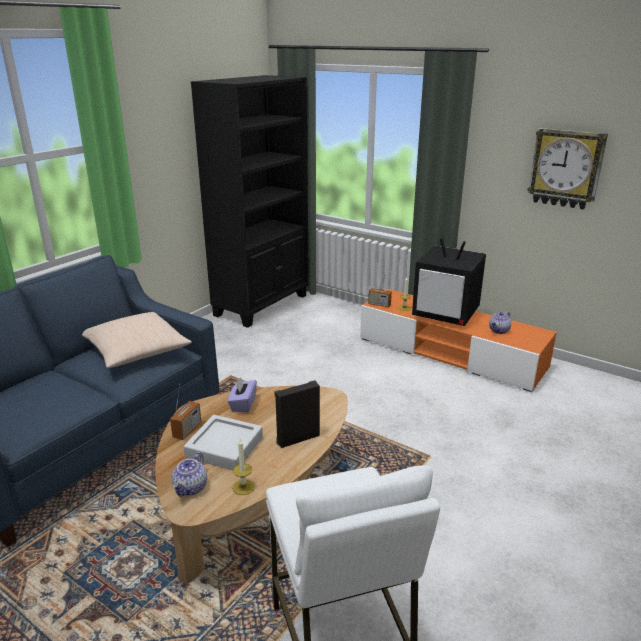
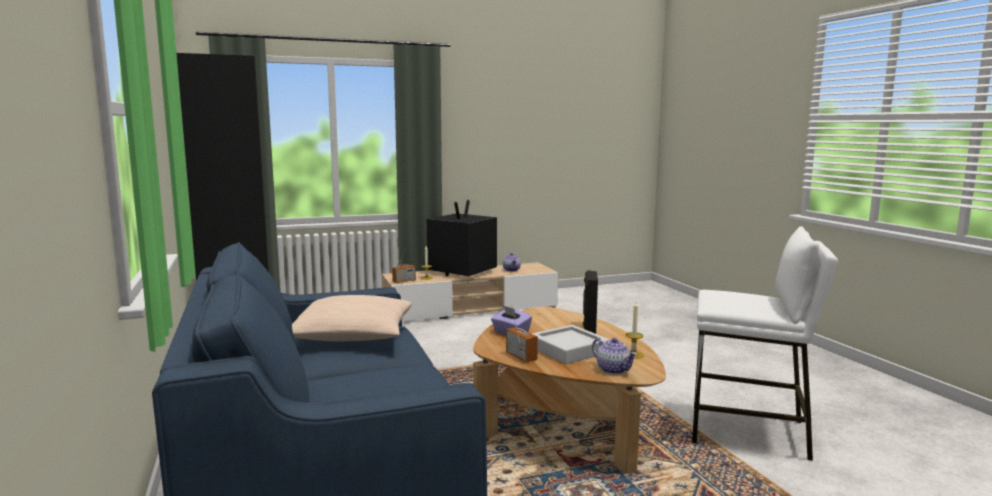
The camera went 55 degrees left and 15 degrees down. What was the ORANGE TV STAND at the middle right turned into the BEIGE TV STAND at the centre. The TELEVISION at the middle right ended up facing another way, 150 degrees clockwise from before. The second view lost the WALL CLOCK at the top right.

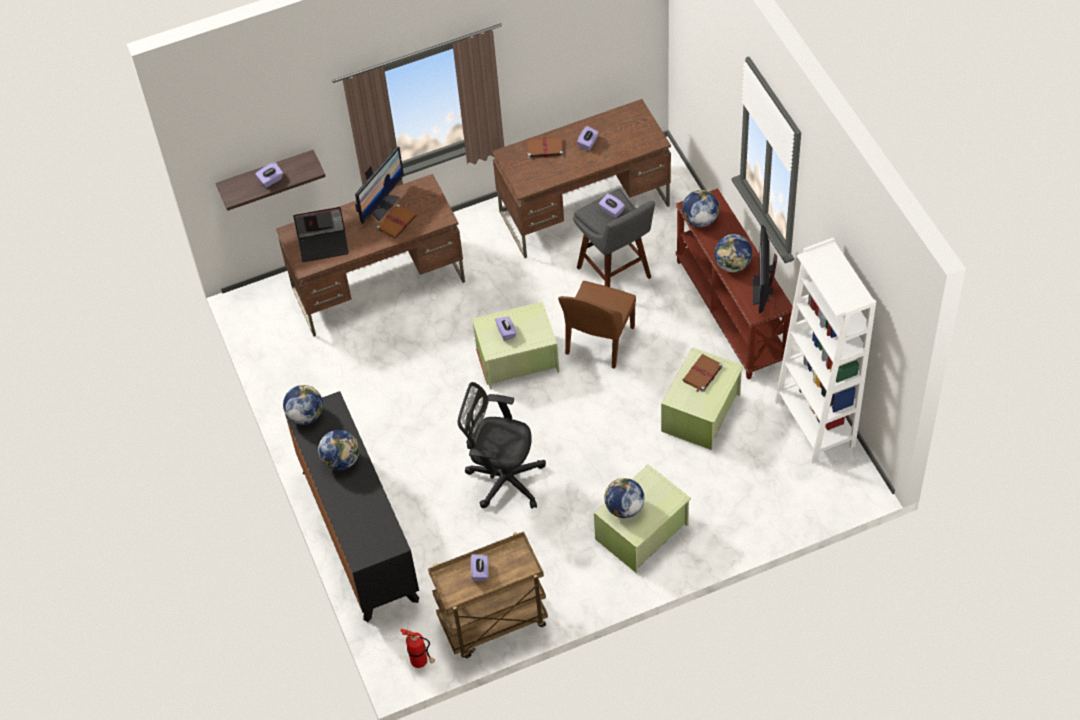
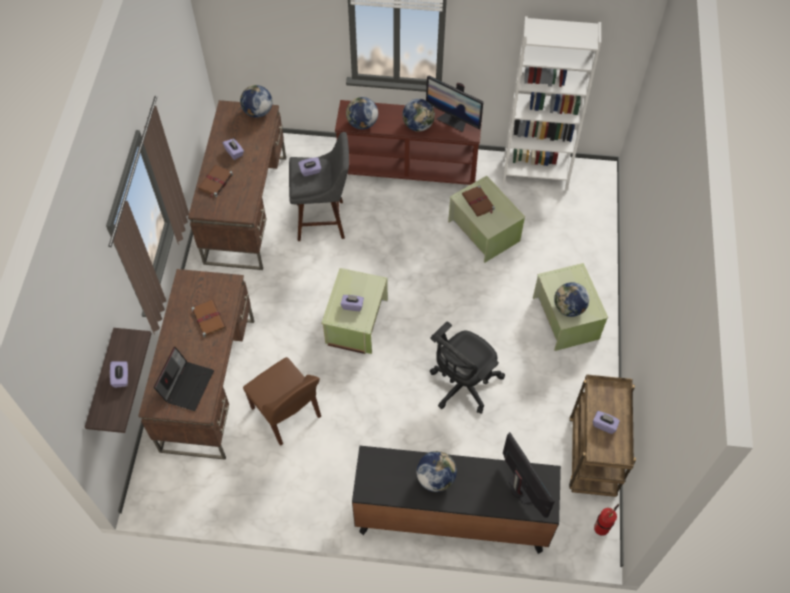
The camera went 65 degrees left and 5 degrees up. The GLOBE (1st from left) ended up elsewhere, having gone from the middle left to the top left. The MONITOR (1st from left in the first image) ended up elsewhere, having gone from the top centre to the bottom right. The BROWN CHAIR ended up elsewhere, having gone from the centre to the bottom centre.

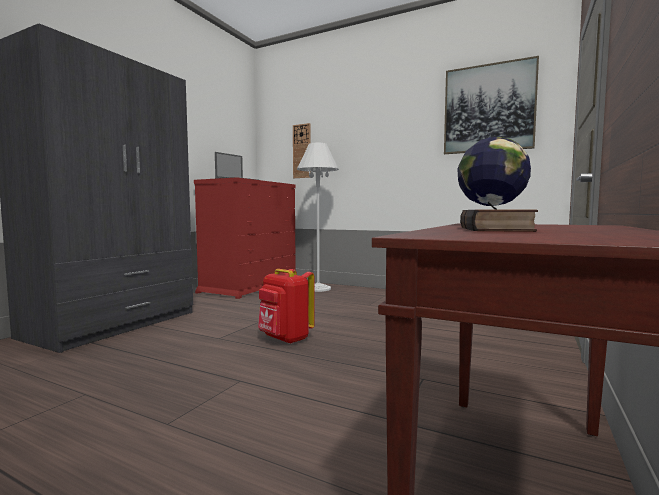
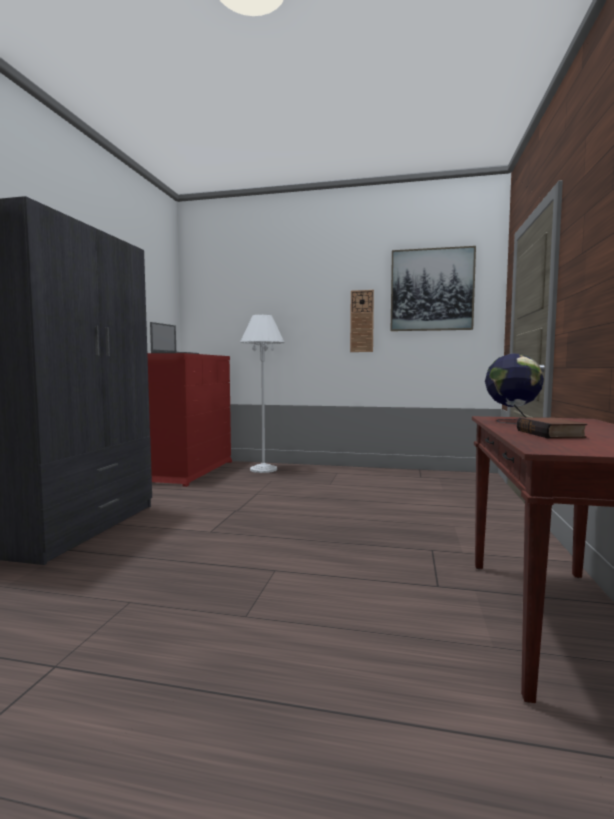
The camera went 15 degrees left and 0 degrees up. The second view lost the RED BACKPACK at the centre. The WALL CLOCK ended up elsewhere, having gone from the top centre to the centre.

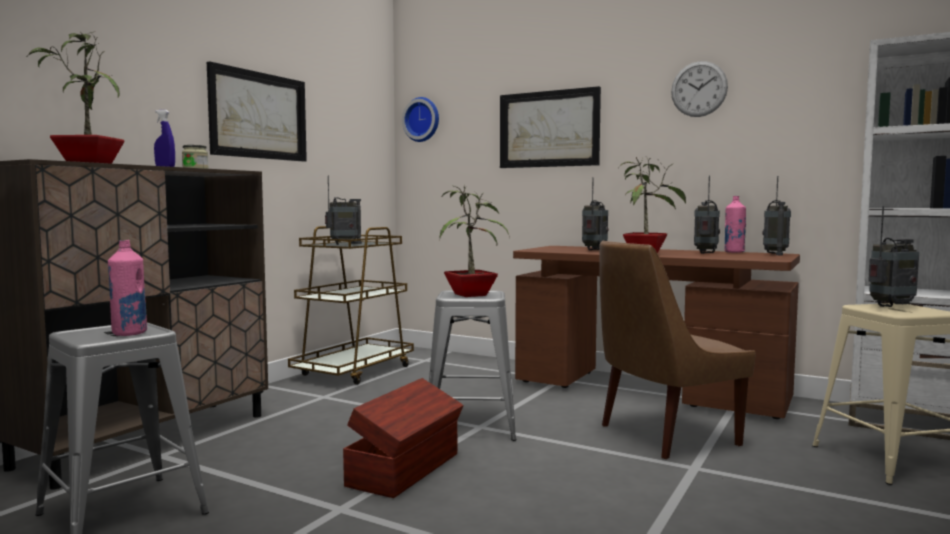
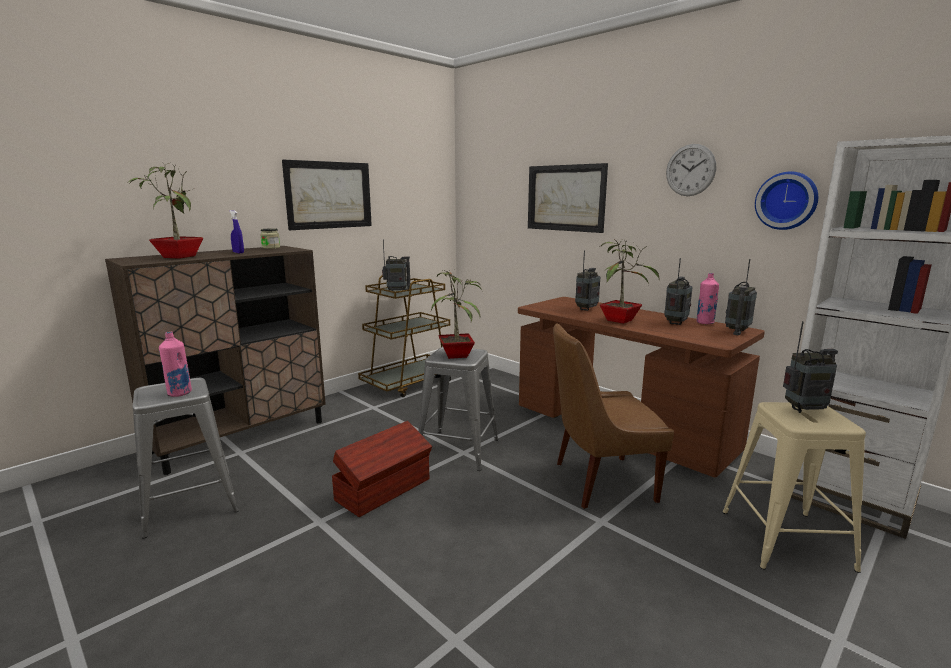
The camera went 15 degrees right and 10 degrees up. The WALL CLOCK (1st from left in the first image) ended up elsewhere, having gone from the top centre to the top right.

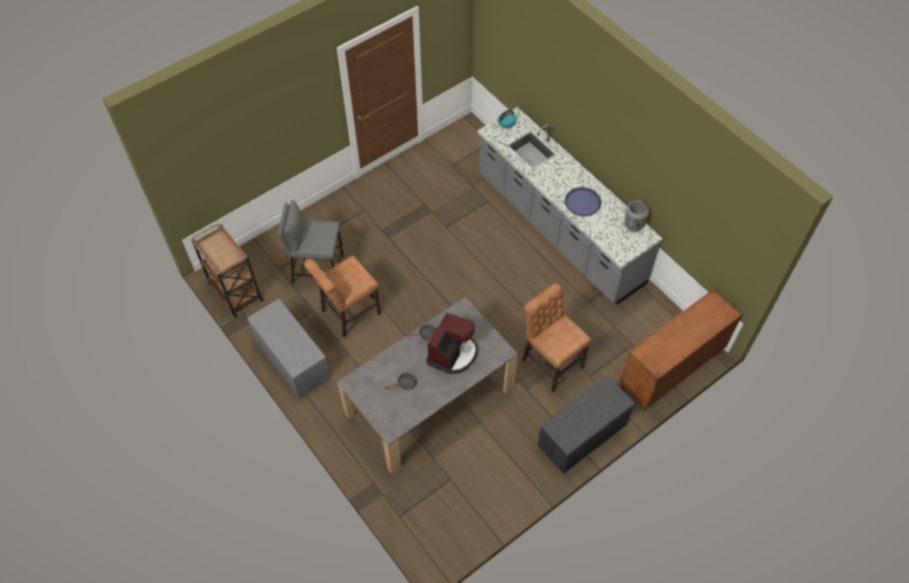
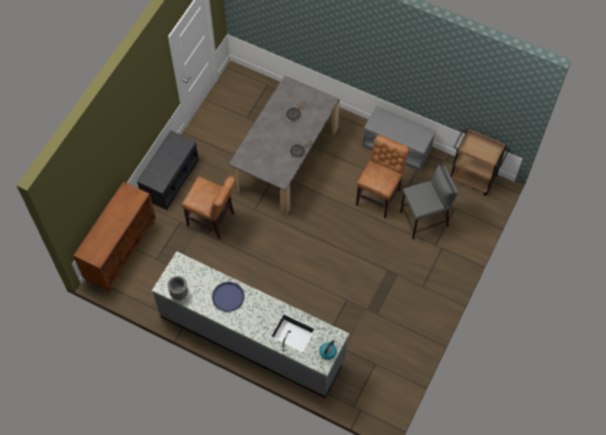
The camera went 155 degrees right and 5 degrees up. The second view lost the COFFEE MACHINE at the centre.

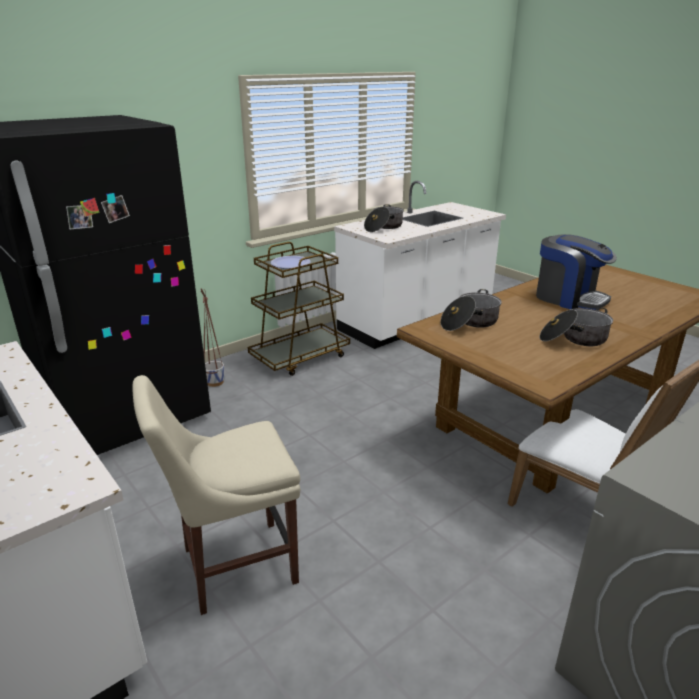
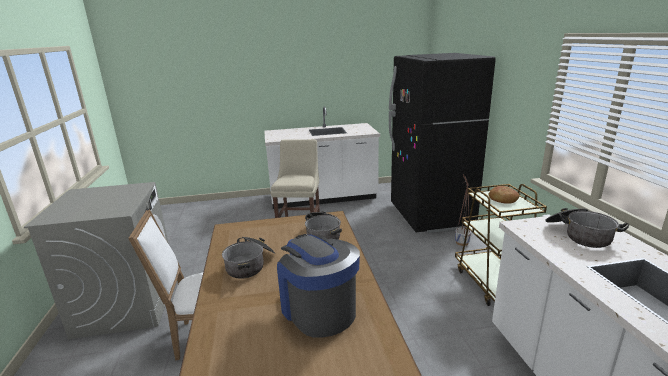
The camera went 120 degrees right and 5 degrees down. Where the PLATE stood at the centre, the BREAD came to stand at the middle right. The COFFEE MACHINE at the middle right ended up facing another way, 75 degrees clockwise from before.

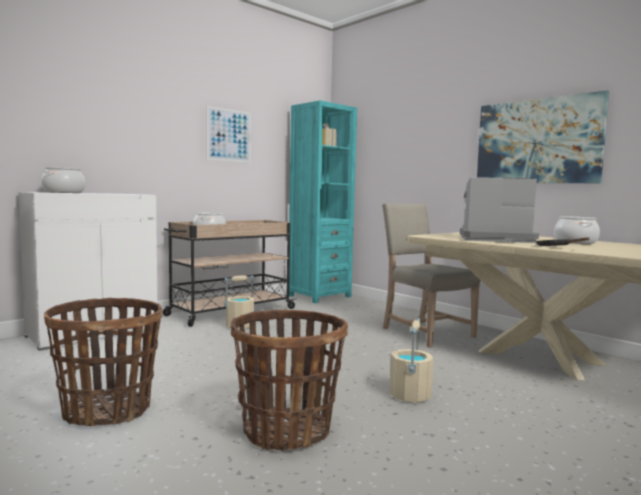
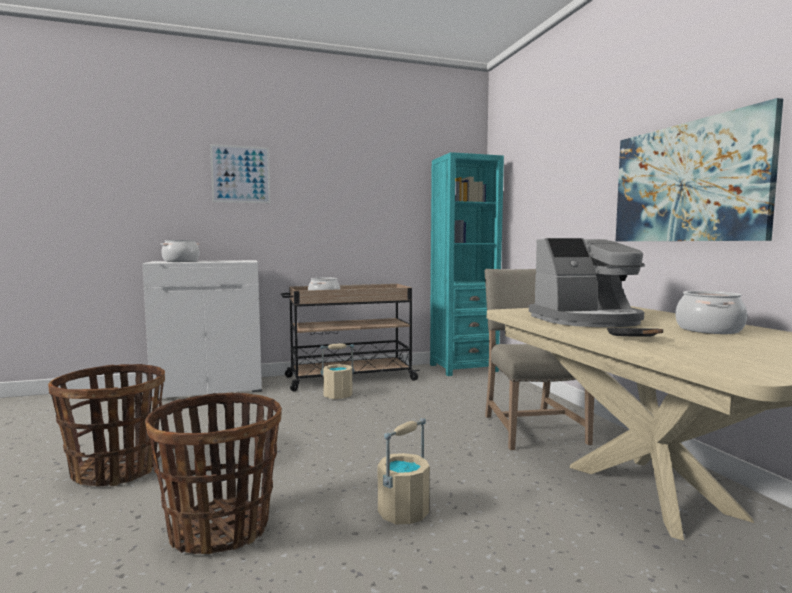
The camera went 25 degrees right and 0 degrees up. The PICTURE (1st from left) ended up elsewhere, having gone from the top centre to the top left. The COFFEE MACHINE at the middle right ended up facing another way, 135 degrees clockwise from before.

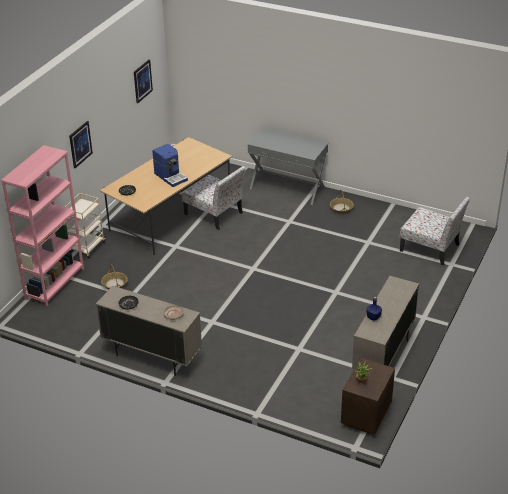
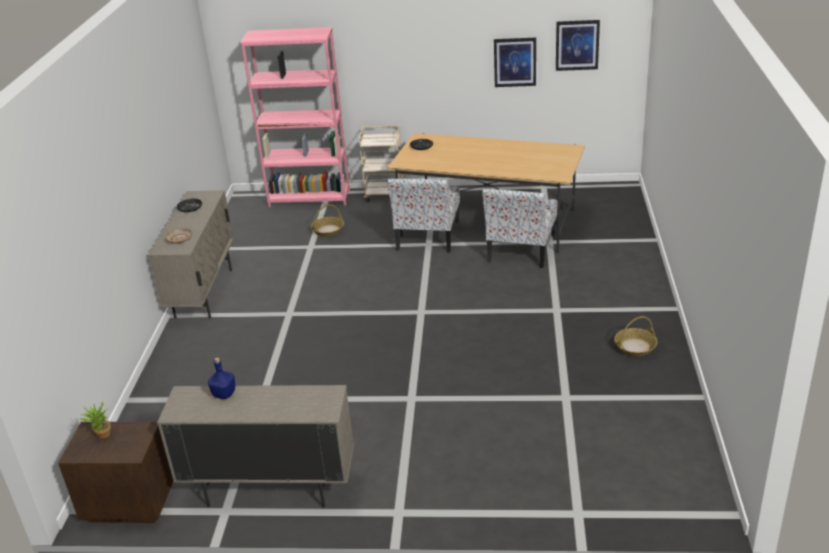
The camera went 70 degrees right and 5 degrees down. The PICTURE (1st from left) ended up elsewhere, having gone from the top left to the top centre. The second view lost the COFFEE MACHINE at the centre. The second view lost the GREY CONSOLE TABLE at the centre. The CHAIR (2nd from left in the first image) ended up elsewhere, having gone from the middle right to the centre.

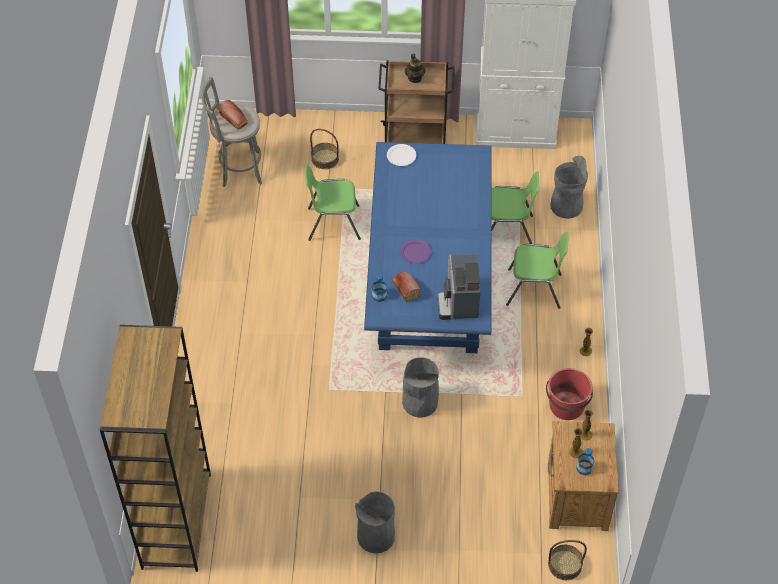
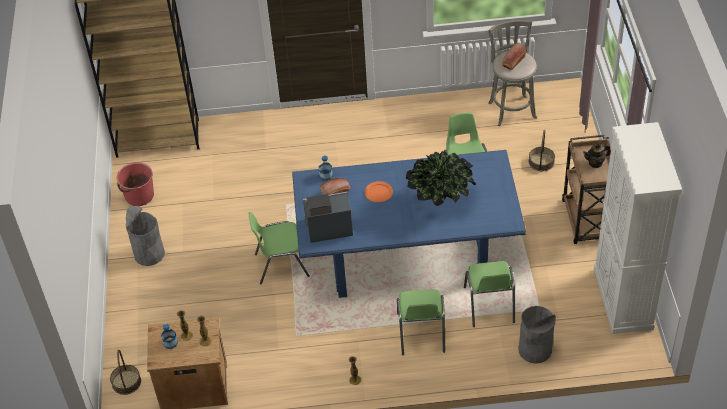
The camera went 85 degrees right and 5 degrees down. The second view lost the WHITE PLATE at the top centre. What was the PURPLE PLATE at the centre turned into the ORANGE PLATE at the centre. Where the GREY TRASH CAN (2nd from left) stood at the centre, the GREEN CHAIR (1st from left) came to stand at the centre. The RED BUCKET ended up elsewhere, having gone from the bottom right to the middle left. The second view gained the POTTED PLANT at the centre.

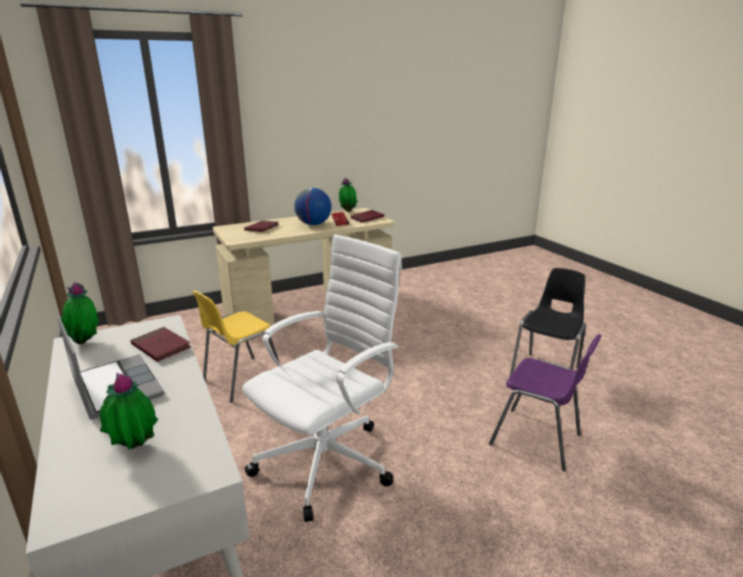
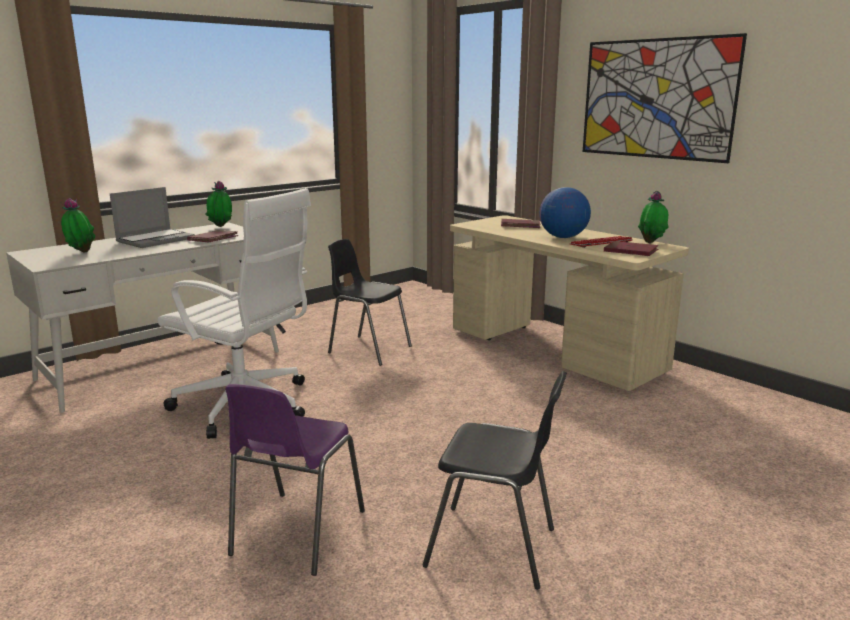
The camera went 75 degrees right and 5 degrees down. What was the YELLOW CHAIR at the middle left turned into the BLACK CHAIR (1st from left) at the centre. The second view gained the PICTURE at the top right.

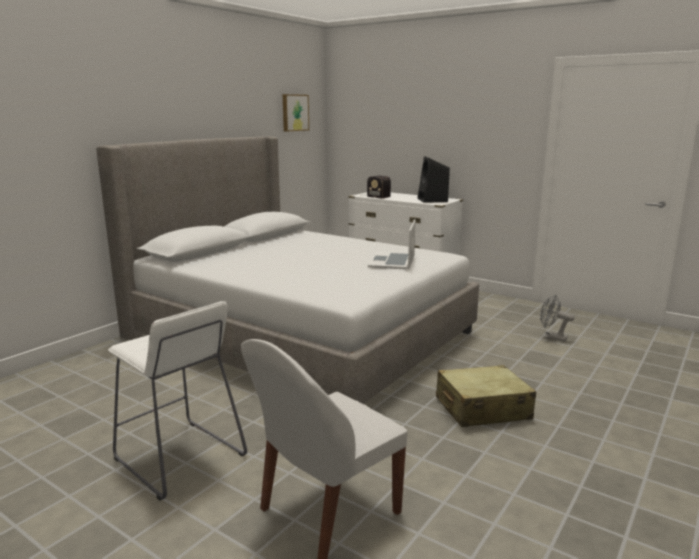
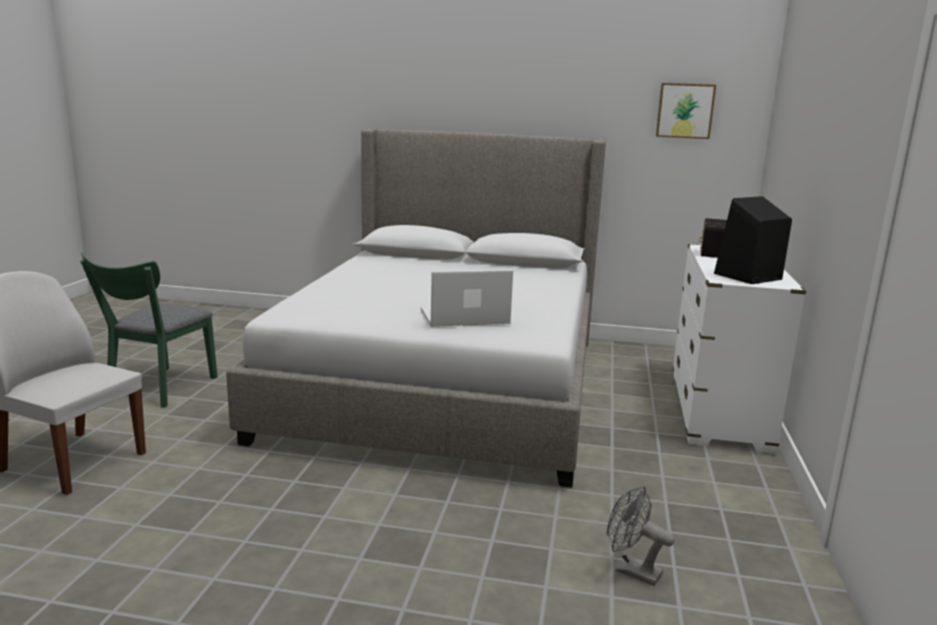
The camera went 65 degrees right and 0 degrees up. Where the WHITE STOOL stood at the bottom left, the GREEN CHAIR came to stand at the middle left. The second view lost the BEIGE SUITCASE at the bottom right. The GREY FAN at the middle right ended up facing another way, 60 degrees counterclockwise from before.

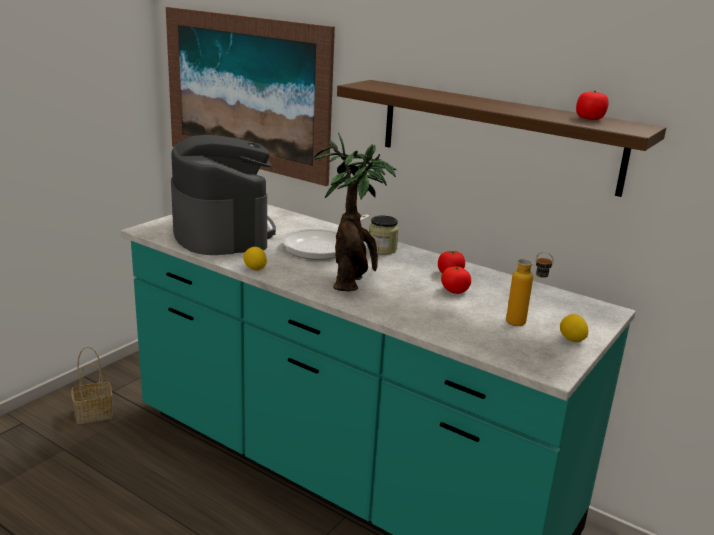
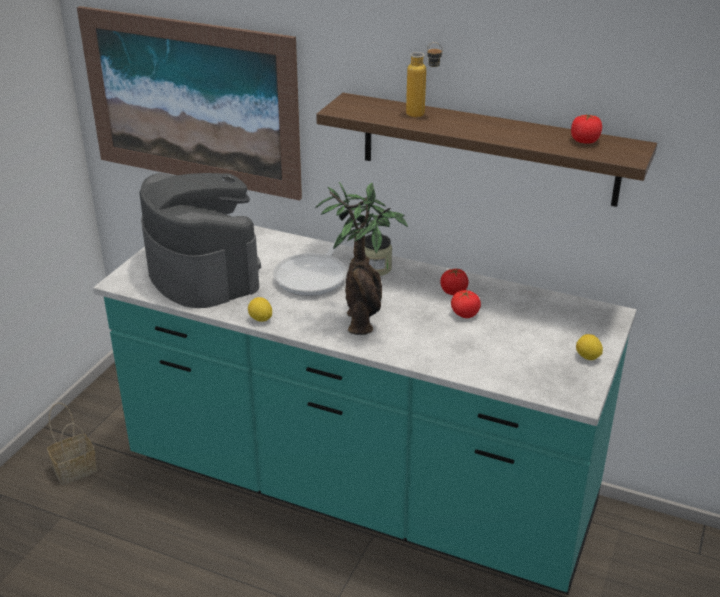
The camera went 10 degrees left and 10 degrees up. The BOTTLE ended up elsewhere, having gone from the middle right to the top centre.

